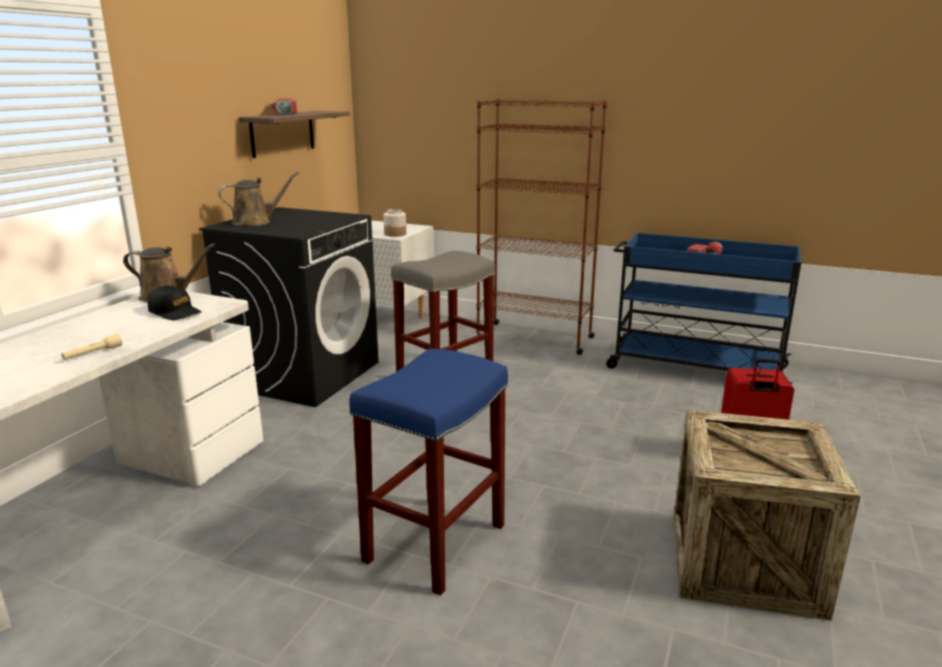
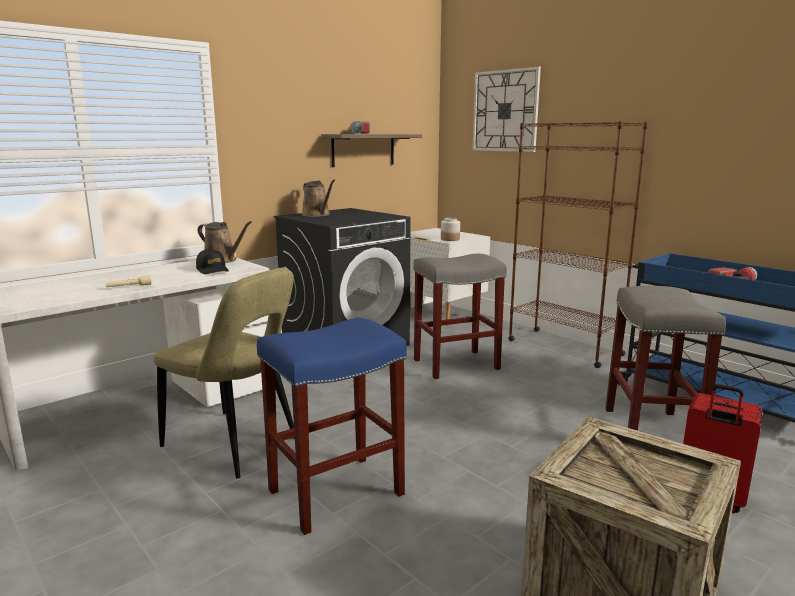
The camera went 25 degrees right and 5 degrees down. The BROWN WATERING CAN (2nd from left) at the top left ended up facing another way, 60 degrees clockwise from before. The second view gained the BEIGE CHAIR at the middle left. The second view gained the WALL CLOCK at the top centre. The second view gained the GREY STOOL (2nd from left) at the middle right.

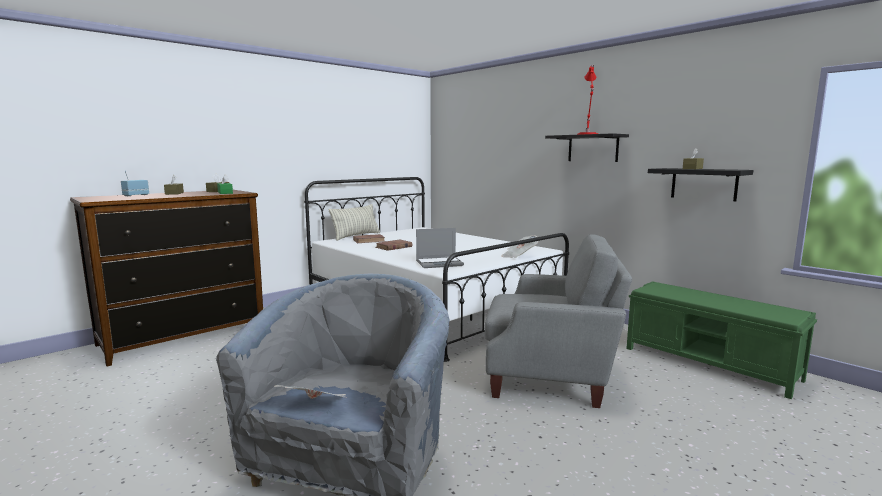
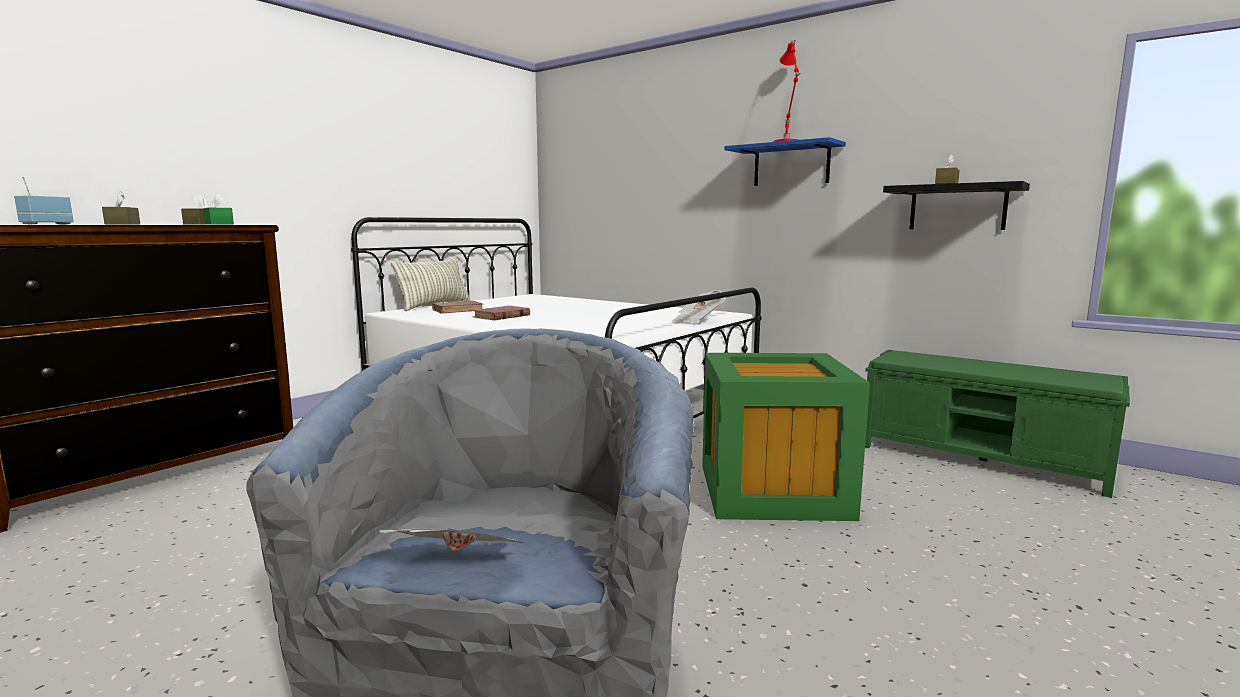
The camera went 10 degrees left and 0 degrees up. The second view lost the LAPTOP at the centre. Where the GREY ARMCHAIR (2nd from left) stood at the centre, the GREEN STORAGE BOX came to stand at the centre. What was the BLACK SHELF (1st from left) at the top centre turned into the BLUE SHELF at the top centre.

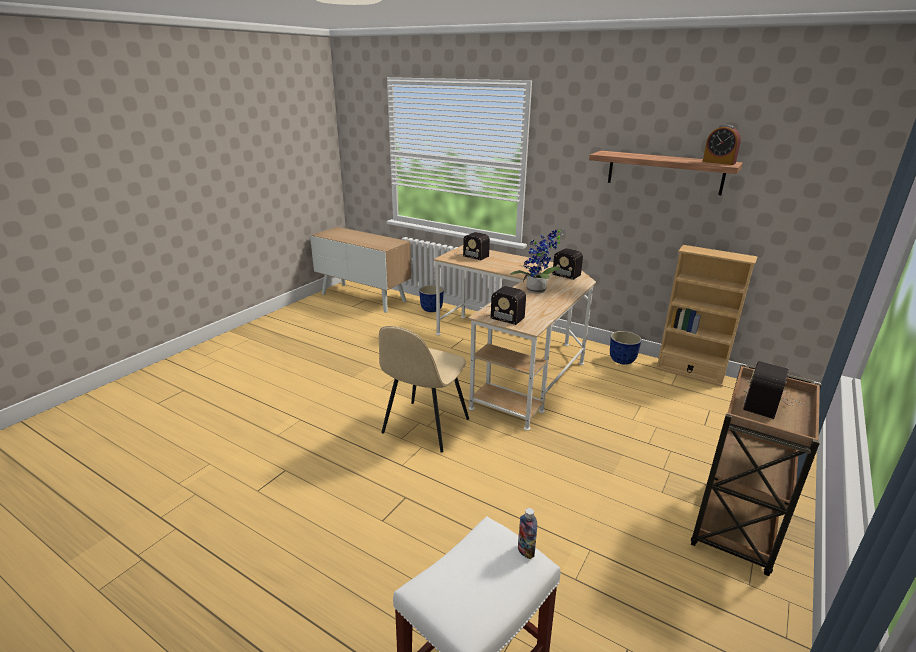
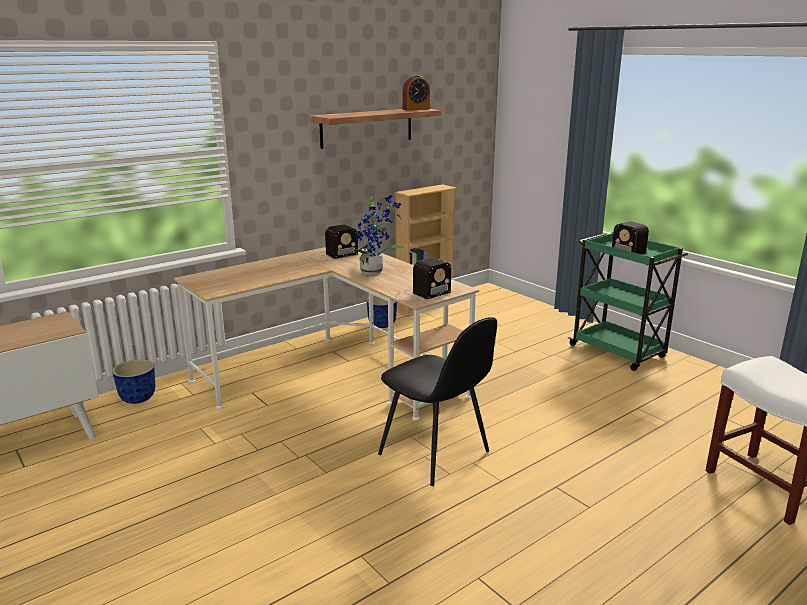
The camera went 70 degrees left and 5 degrees down. What was the BEIGE CHAIR at the centre turned into the BLACK CHAIR at the centre. The second view lost the RADIO (1st from left) at the centre. The second view lost the BOTTLE at the bottom centre. What was the BROWN CART at the bottom right turned into the GREEN CART at the middle right.

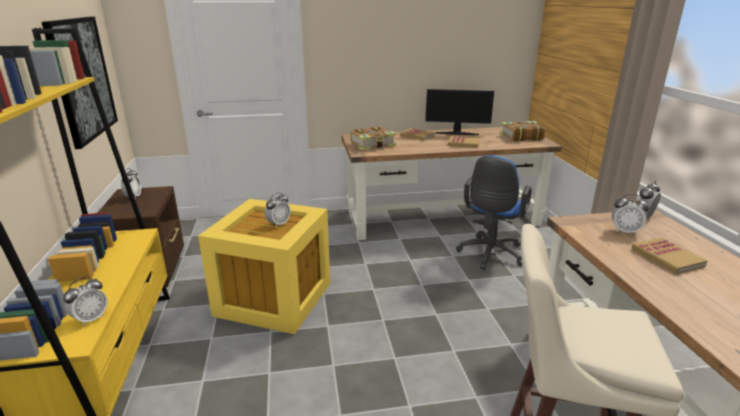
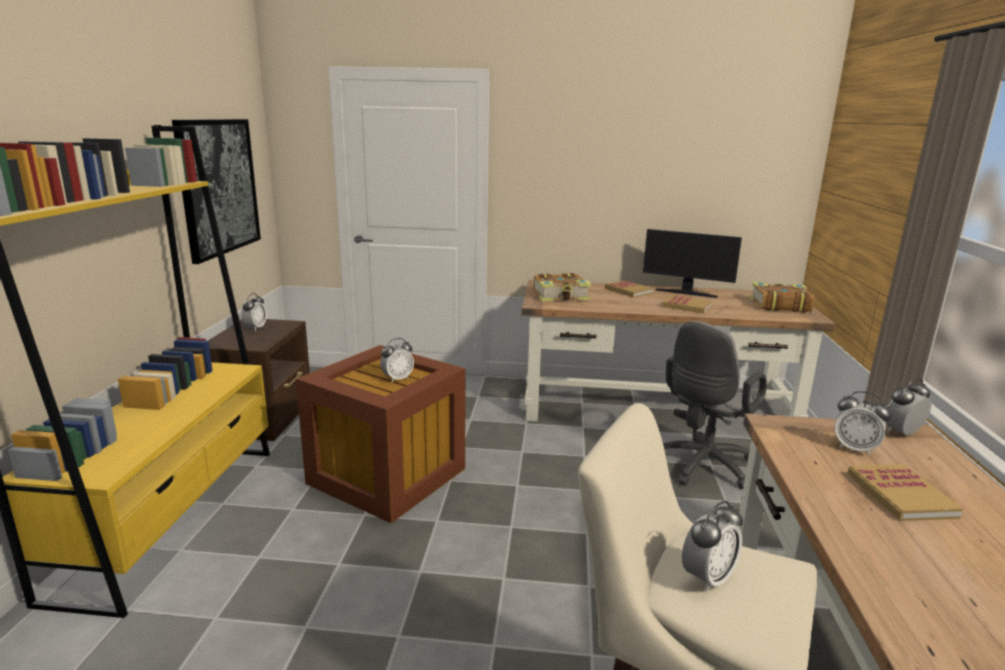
The camera went 15 degrees right and 5 degrees down. The ALARM CLOCK (1st from left in the first image) ended up elsewhere, having gone from the bottom left to the bottom right. What was the YELLOW STORAGE BOX at the centre turned into the BROWN STORAGE BOX at the centre. What was the BLUE OFFICE CHAIR at the middle right turned into the GREY OFFICE CHAIR at the middle right.

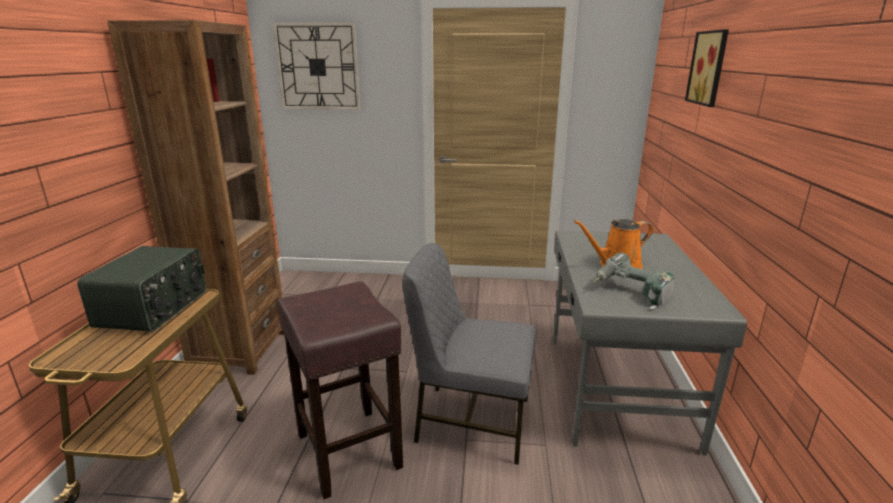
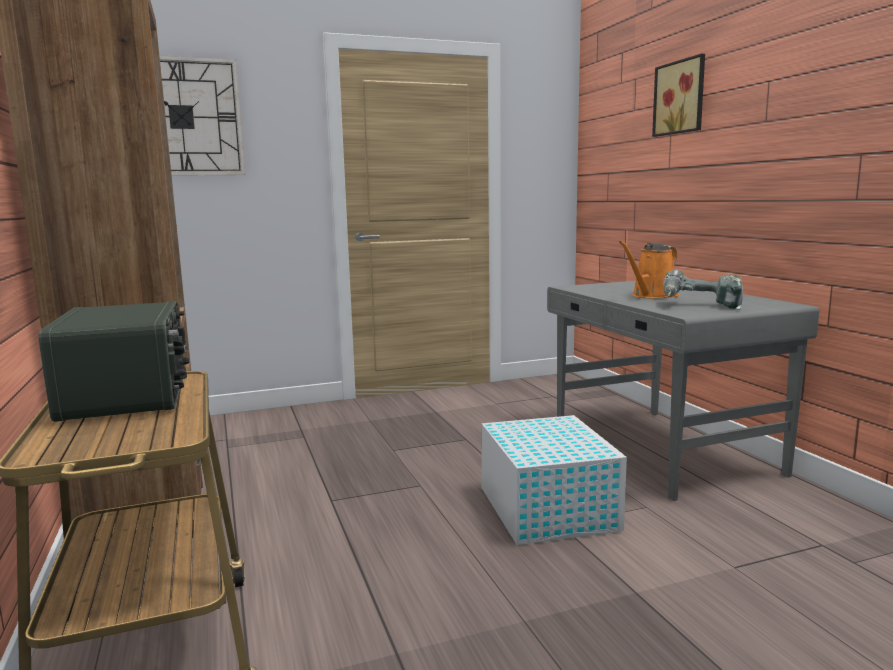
The camera went 25 degrees left and 10 degrees down. The second view lost the BROWN STOOL at the bottom centre. Where the GREY CHAIR stood at the bottom centre, the WHITE STORAGE BOX came to stand at the bottom centre.

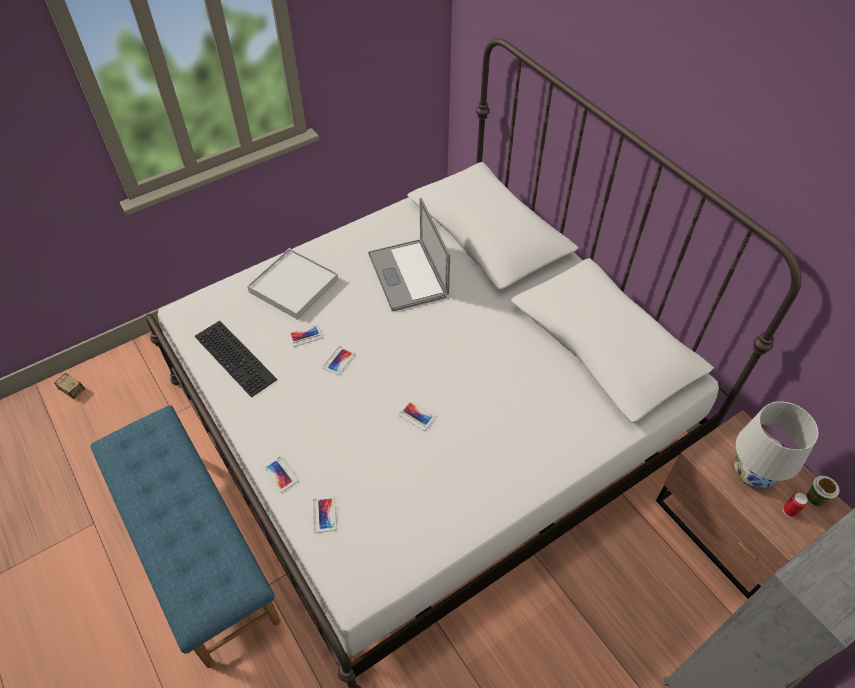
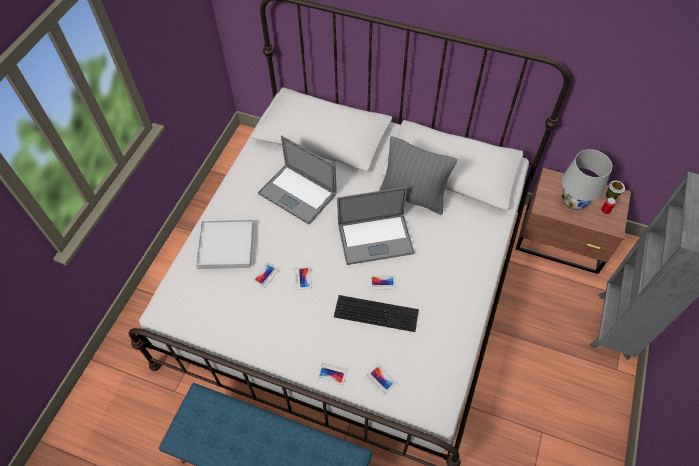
The camera went 35 degrees left and 5 degrees up. The second view lost the STORAGE BOX at the middle left. The KEYBOARD ended up elsewhere, having gone from the middle left to the bottom centre. The second view gained the LAPTOP (2nd from left) at the centre. The second view gained the GREY PILLOW at the centre.

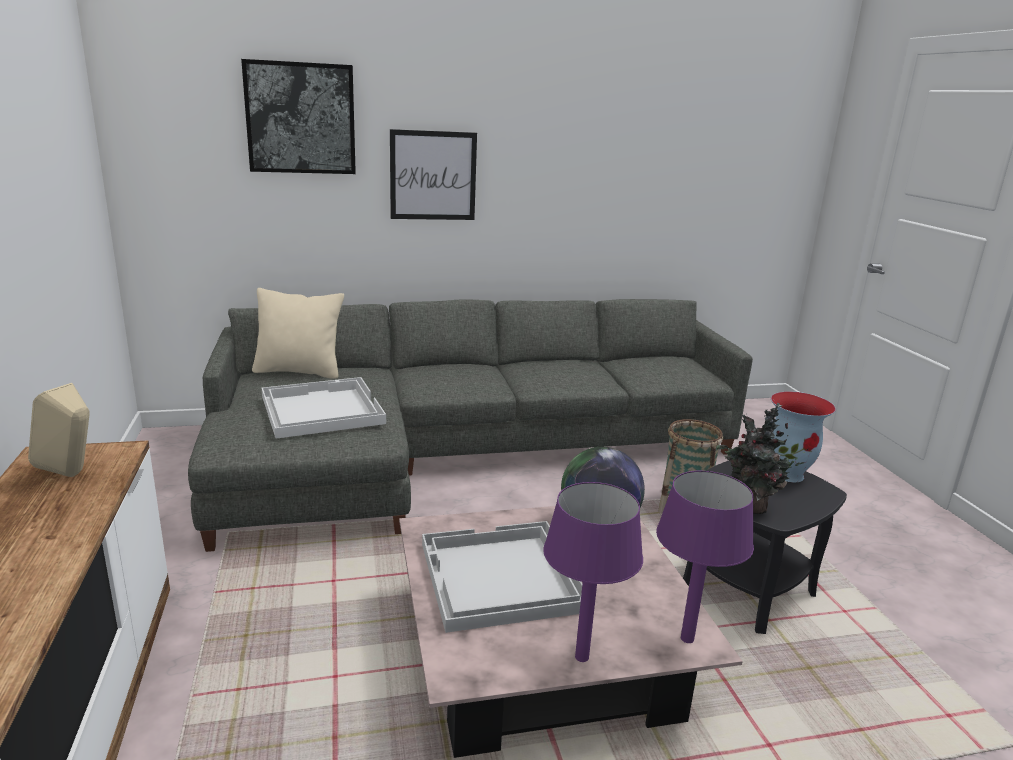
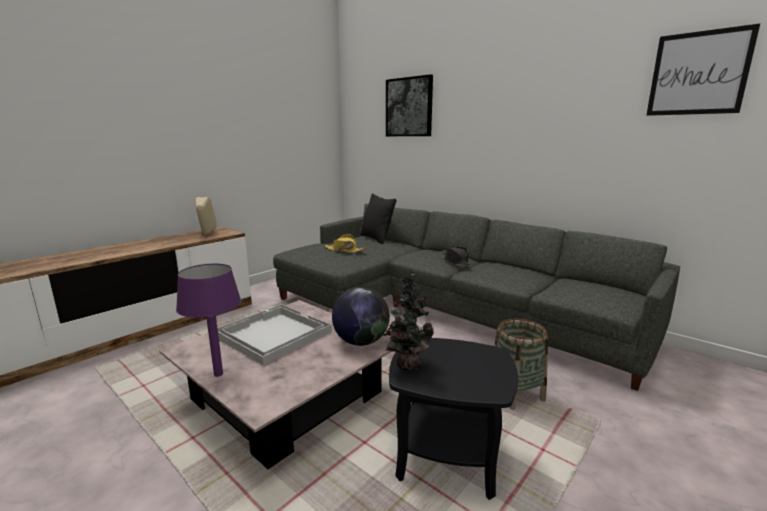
The camera went 55 degrees right and 5 degrees down. What was the BEIGE PILLOW at the middle left turned into the BLACK PILLOW at the centre. Where the WHITE TRAY (1st from left) stood at the middle left, the YELLOW HAT came to stand at the centre. The PICTURE (2nd from left) ended up elsewhere, having gone from the top centre to the top right. The second view lost the PURPLE TABLE LAMP (2nd from left) at the bottom right. The second view lost the VASE at the middle right. The second view gained the BLACK HAT at the centre.

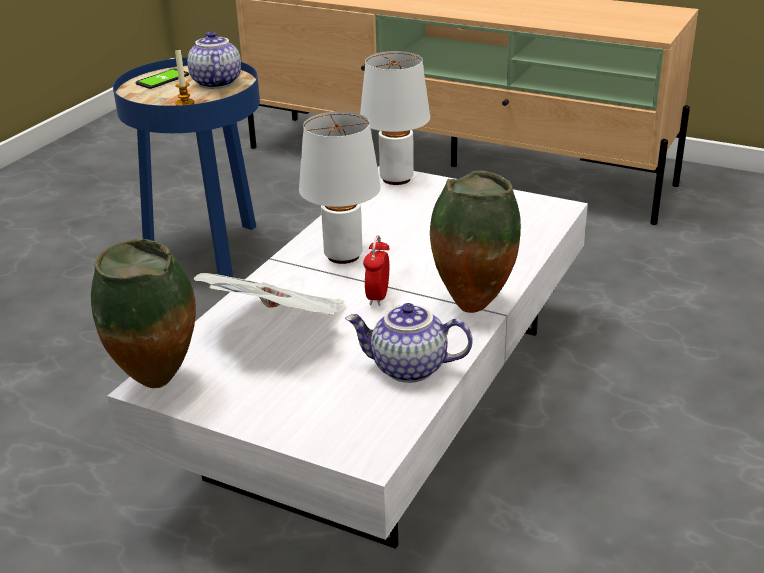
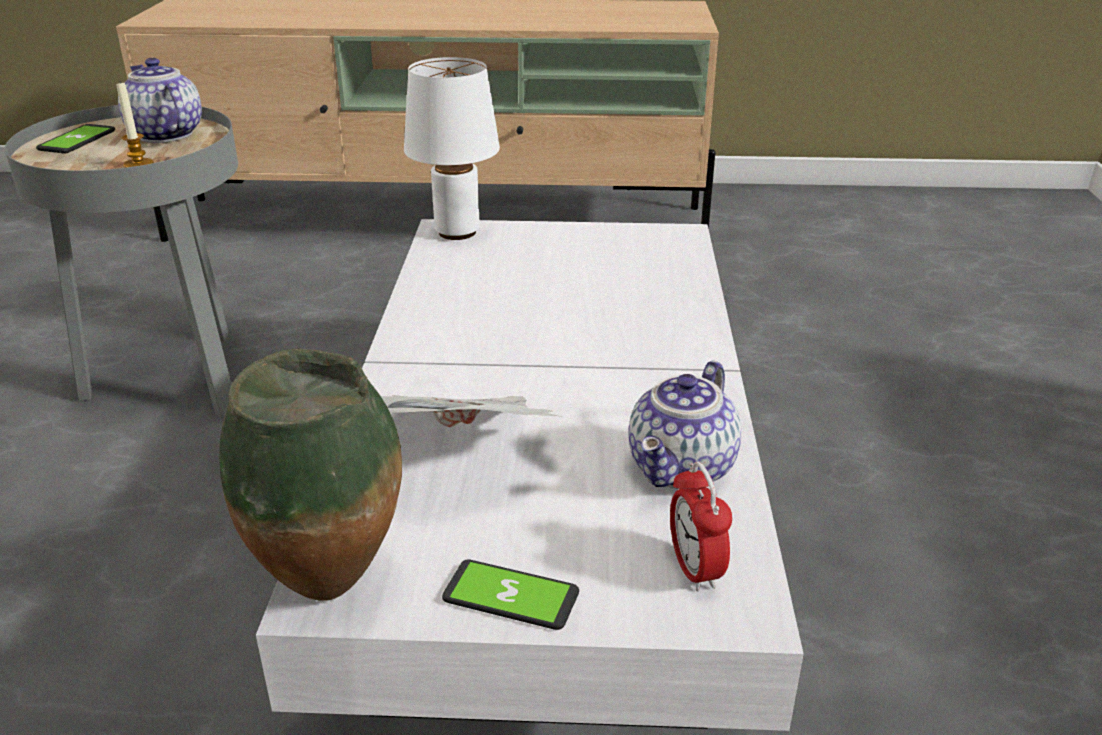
The camera went 25 degrees left and 0 degrees up. What was the BLUE SIDE TABLE at the top left turned into the GREY SIDE TABLE at the middle left. The second view lost the WHITE TABLE LAMP (1st from left) at the top centre. The TEAPOT (2nd from left) at the centre ended up facing another way, 45 degrees counterclockwise from before. The ALARM CLOCK ended up elsewhere, having gone from the centre to the bottom centre. The second view lost the VASE (2nd from left) at the centre. The second view gained the PHONE (2nd from left) at the bottom centre.

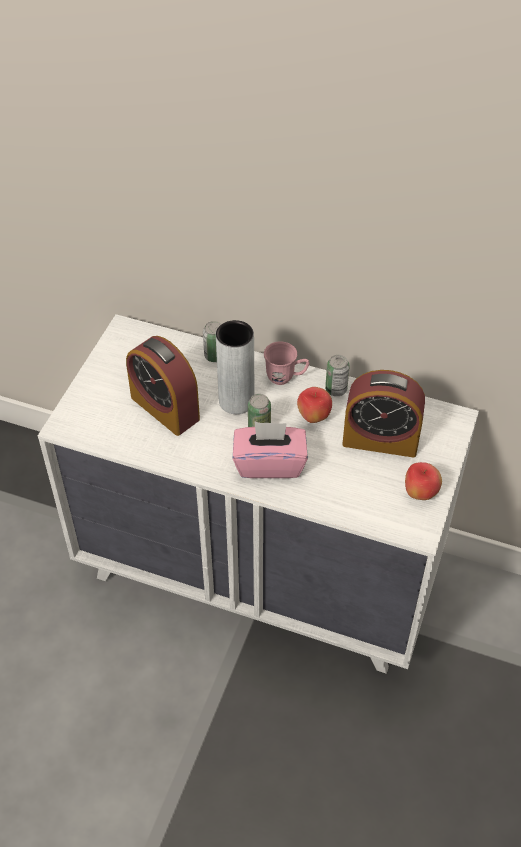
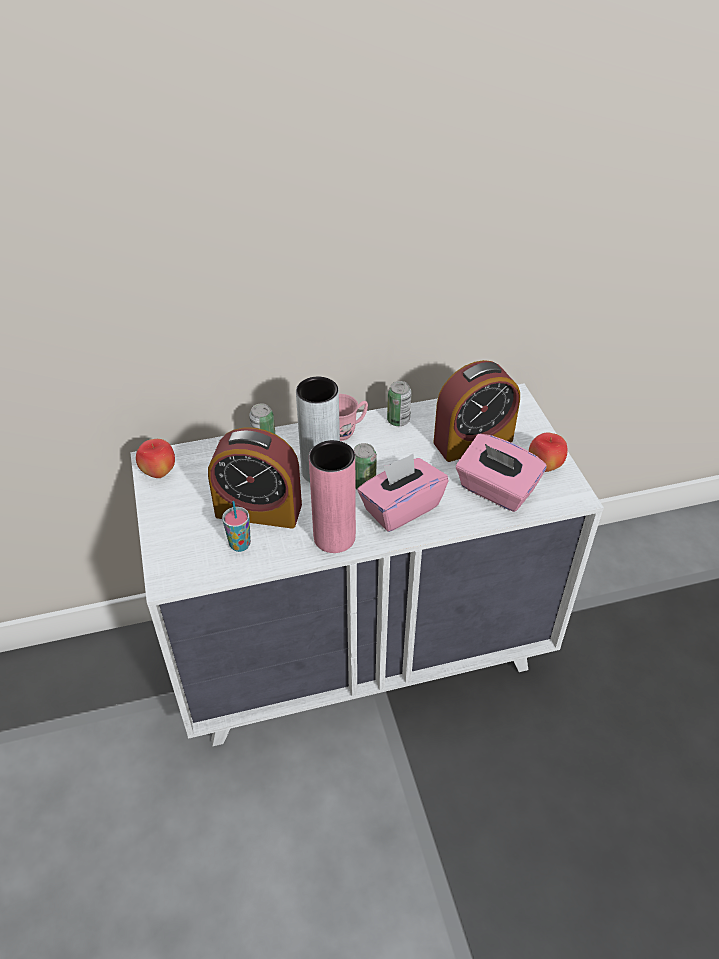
The camera went 35 degrees left and 5 degrees down. The APPLE (1st from left) ended up elsewhere, having gone from the centre to the middle left. The second view gained the CUP at the middle left. The second view gained the PINK VASE at the centre. The second view gained the PINK TISSUE BOX (2nd from left) at the middle right.

